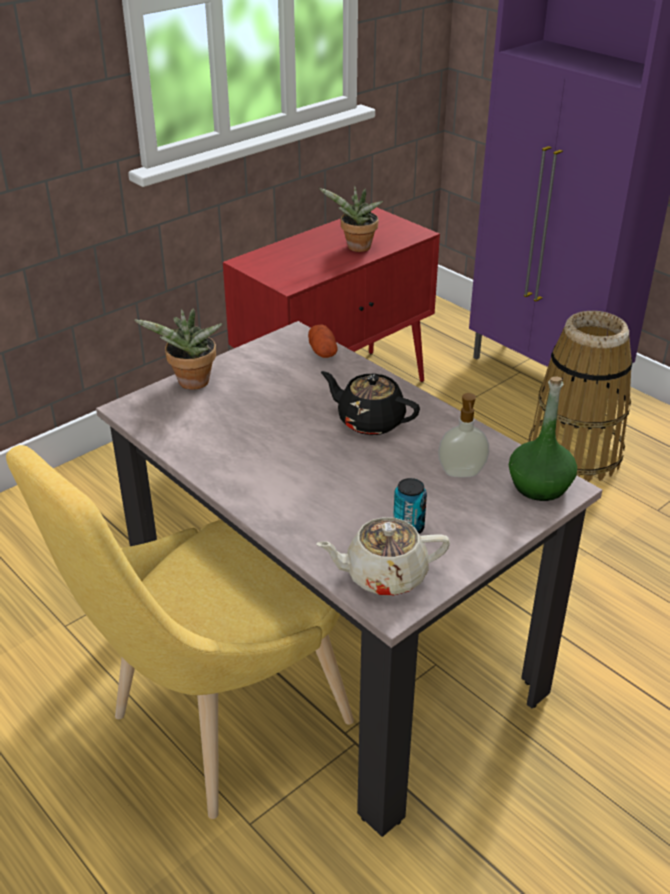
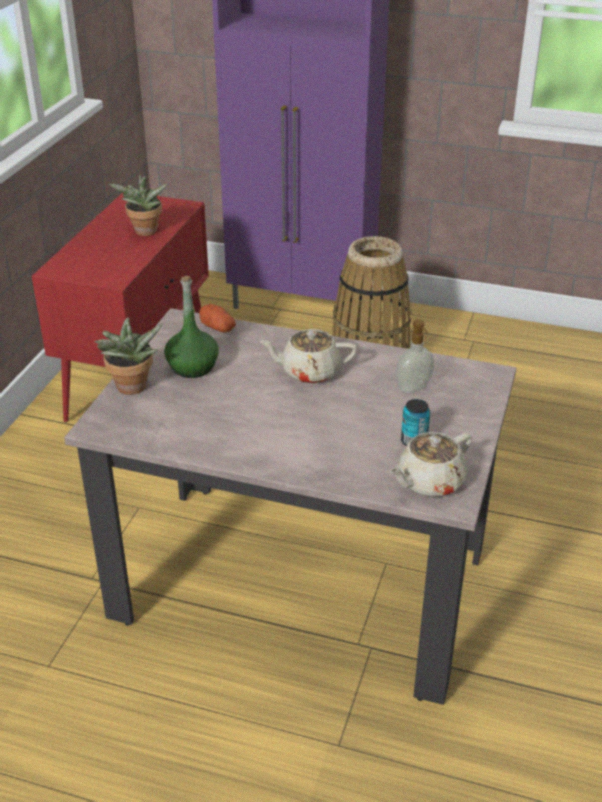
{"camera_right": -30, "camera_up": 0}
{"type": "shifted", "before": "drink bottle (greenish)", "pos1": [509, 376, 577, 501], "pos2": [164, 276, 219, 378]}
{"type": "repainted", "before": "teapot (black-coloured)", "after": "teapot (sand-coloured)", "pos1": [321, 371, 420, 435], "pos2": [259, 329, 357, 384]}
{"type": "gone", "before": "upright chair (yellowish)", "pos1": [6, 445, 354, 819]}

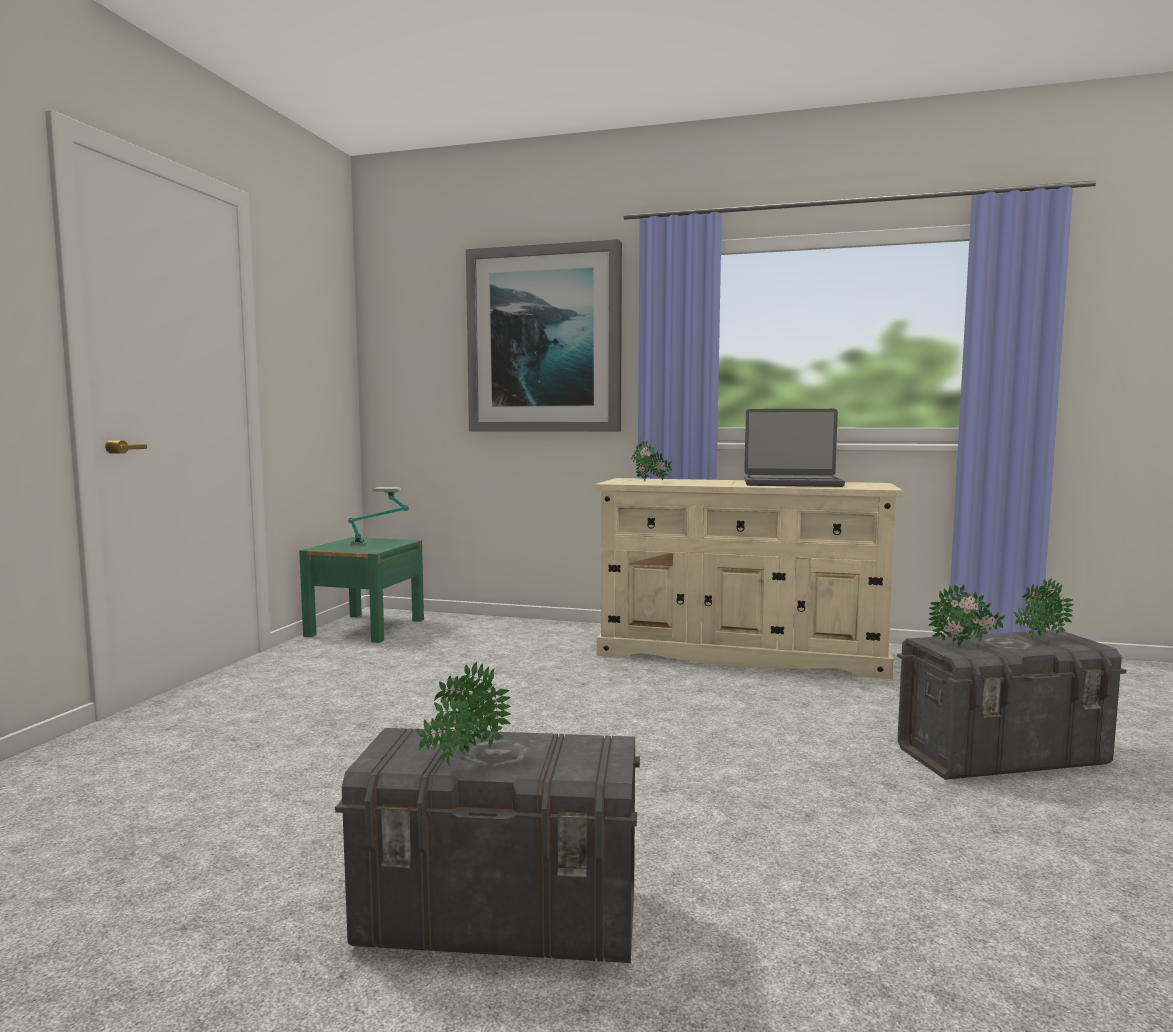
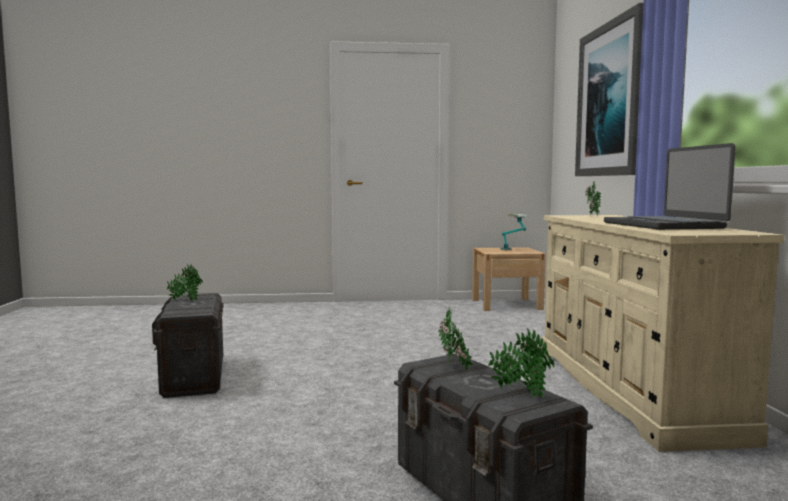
{"camera_right": 70, "camera_up": 0}
{"type": "repainted", "before": "night table (greenish)", "after": "night table (sand-coloured)", "pos1": [299, 537, 424, 643], "pos2": [472, 247, 546, 311]}

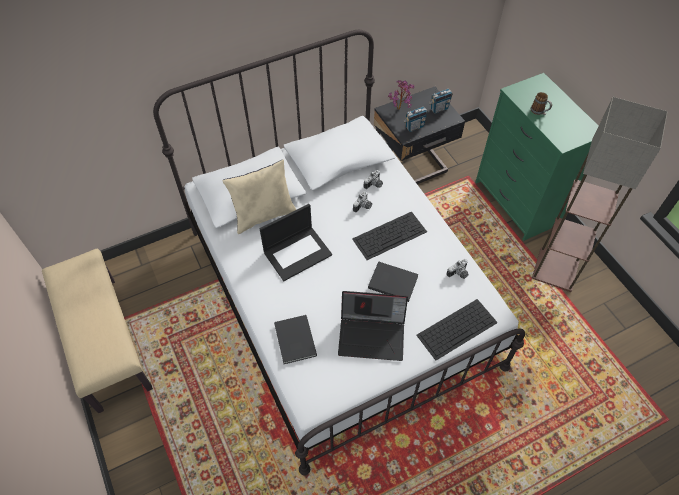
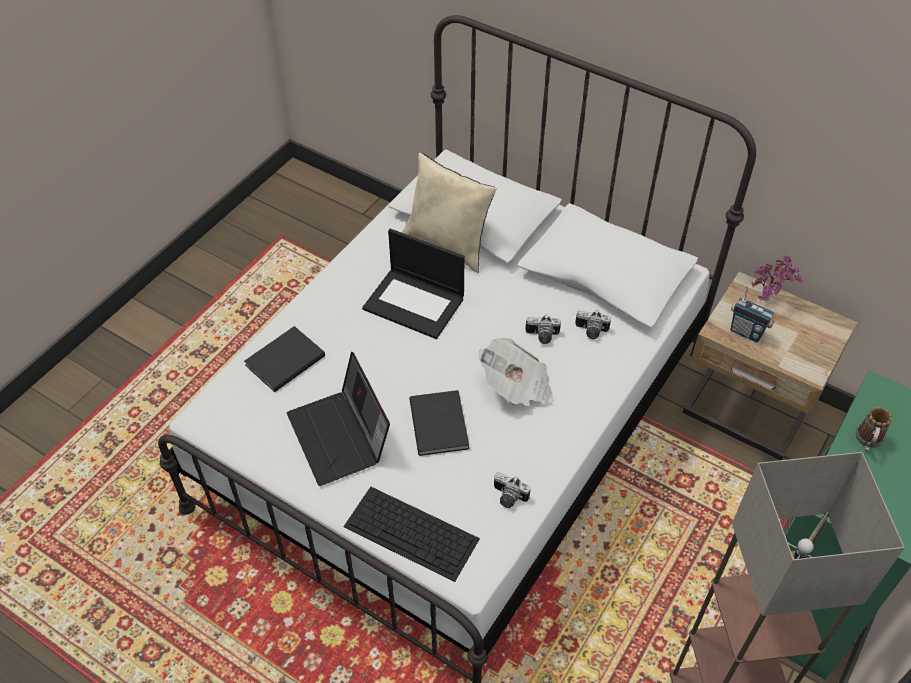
{"camera_right": 60, "camera_up": -5}
{"type": "swapped", "before": "keyboard", "after": "daily paper", "pos1": [352, 212, 427, 260], "pos2": [479, 338, 554, 407]}
{"type": "repainted", "before": "night table (black-coloured)", "after": "night table (sand-coloured)", "pos1": [374, 86, 465, 184], "pos2": [683, 272, 857, 460]}
{"type": "gone", "before": "indoor bench (sand-coloured)", "pos1": [42, 249, 153, 413]}
{"type": "gone", "before": "radio", "pos1": [429, 86, 453, 114]}

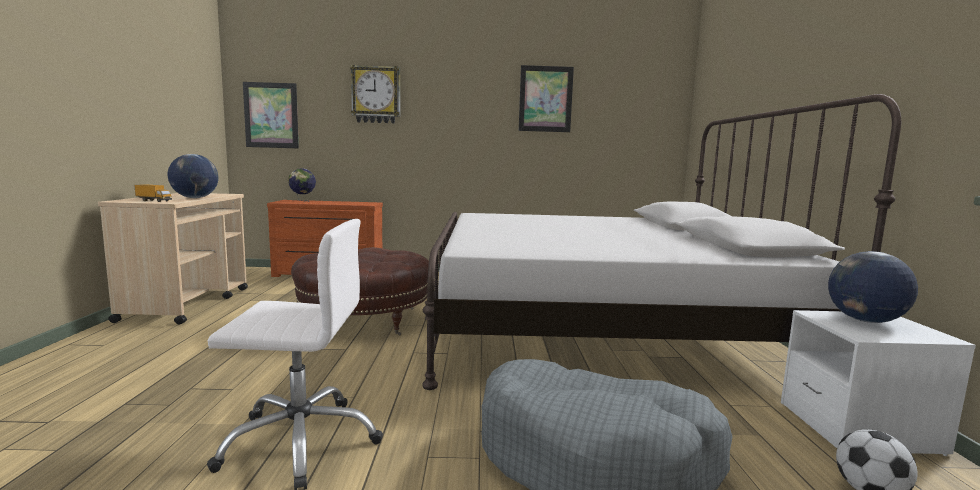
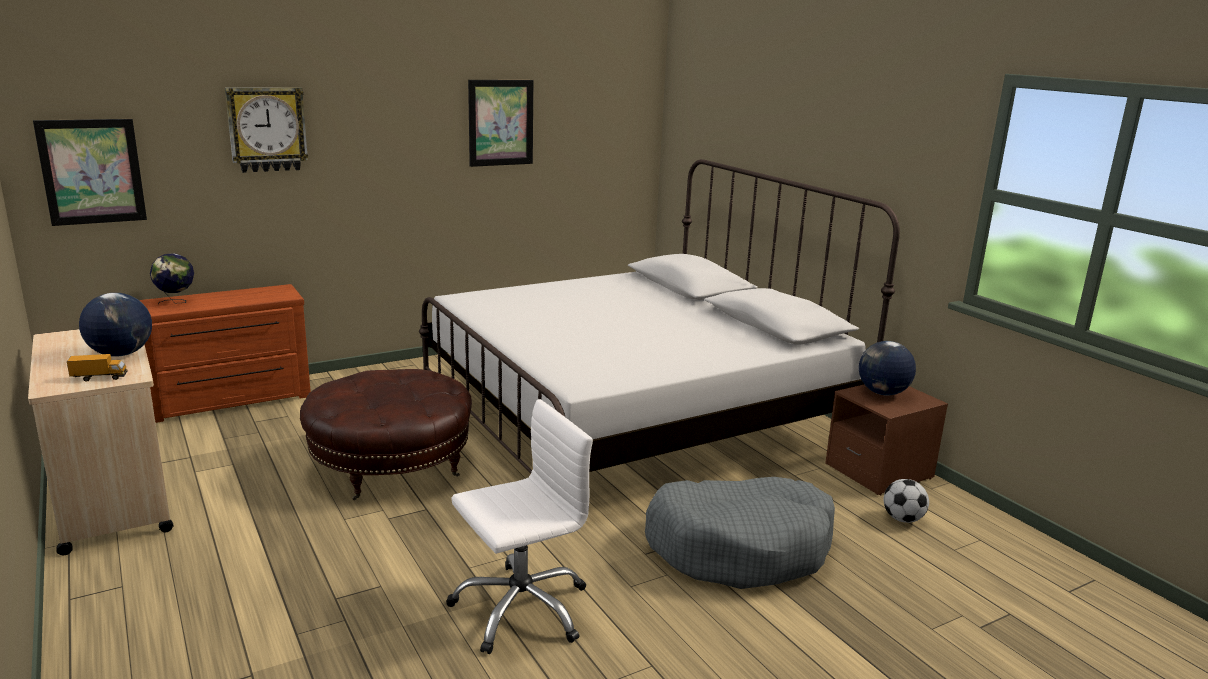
{"camera_right": -30, "camera_up": 10}
{"type": "repainted", "before": "night table (white-coloured)", "after": "night table (brown-coloured)", "pos1": [781, 310, 976, 456], "pos2": [825, 384, 948, 495]}

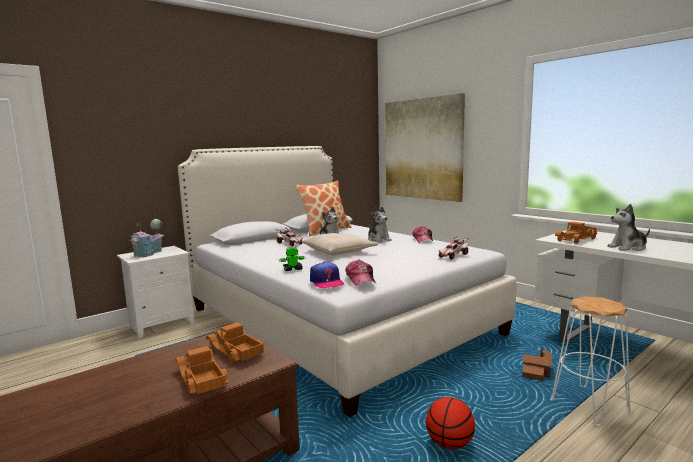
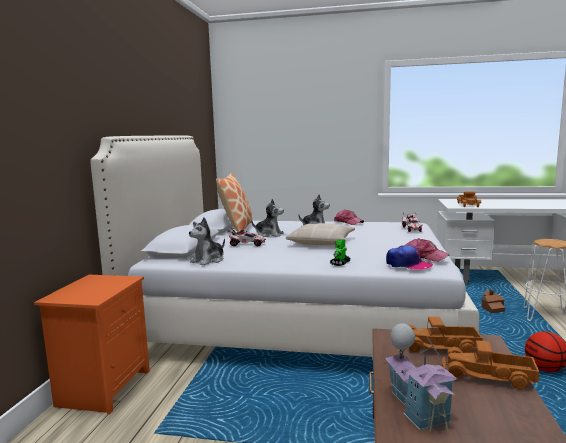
{"camera_right": -40, "camera_up": 0}
{"type": "repainted", "before": "night table (white-coloured)", "after": "night table (orange-coloured)", "pos1": [117, 246, 194, 338], "pos2": [34, 275, 150, 415]}
{"type": "shifted", "before": "plush toy", "pos1": [607, 204, 650, 251], "pos2": [189, 217, 225, 265]}
{"type": "shifted", "before": "model house", "pos1": [130, 219, 164, 258], "pos2": [385, 323, 458, 432]}
{"type": "gone", "before": "picture", "pos1": [385, 93, 465, 202]}

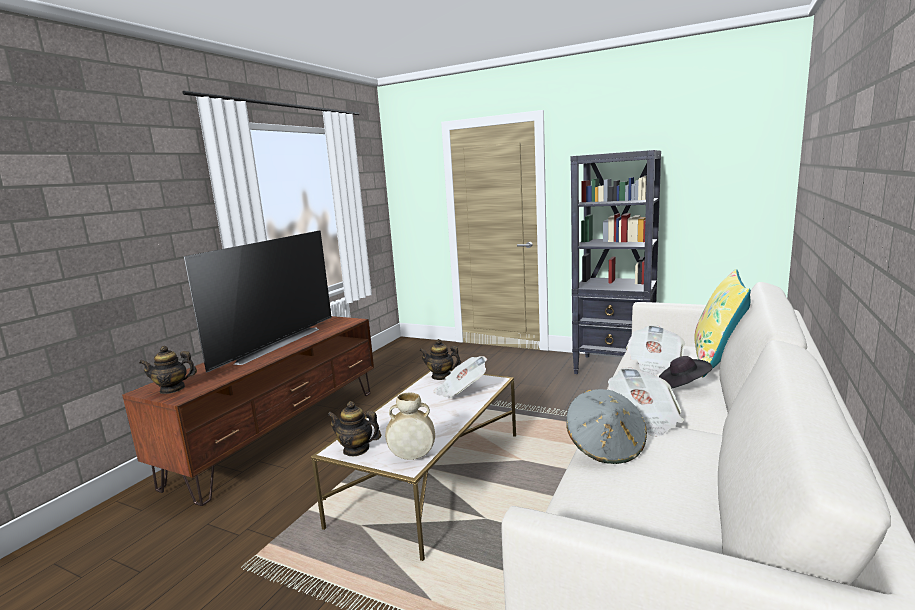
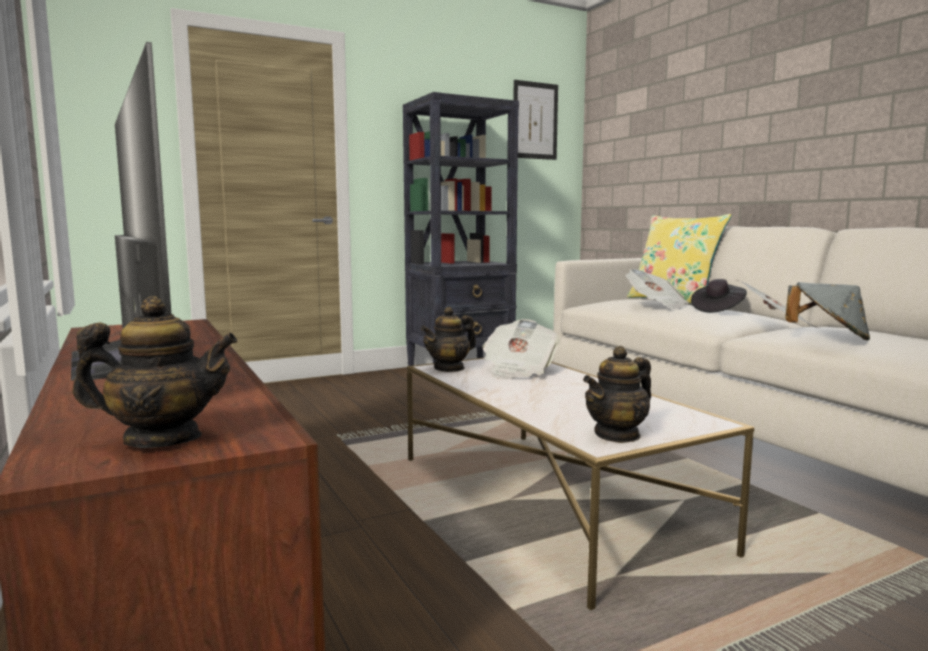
{"camera_right": -55, "camera_up": -5}
{"type": "rotated", "before": "teapot", "pos1": [139, 346, 197, 394], "pos2": [72, 296, 238, 448], "turn": -120}
{"type": "new", "after": "picture", "pos2": [513, 80, 558, 160]}
{"type": "gone", "before": "vase (sand-coloured)", "pos1": [385, 393, 435, 460]}

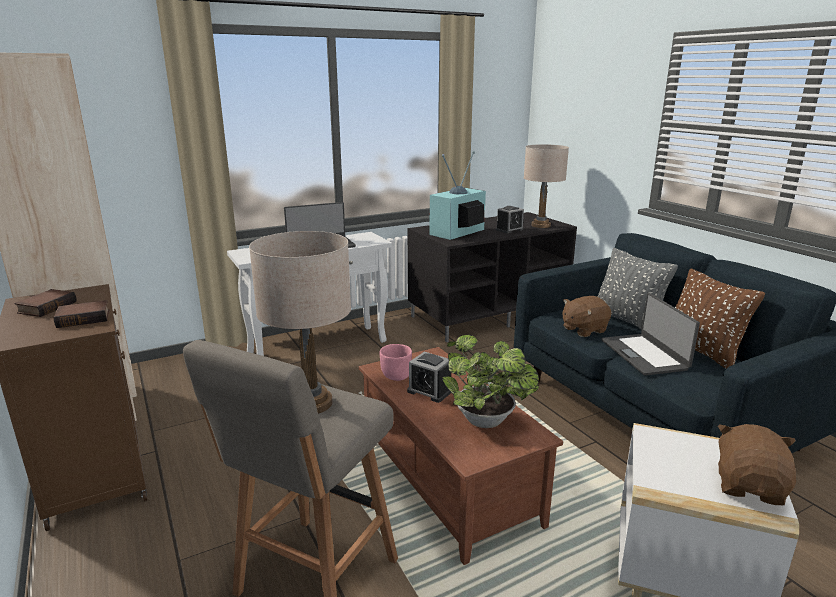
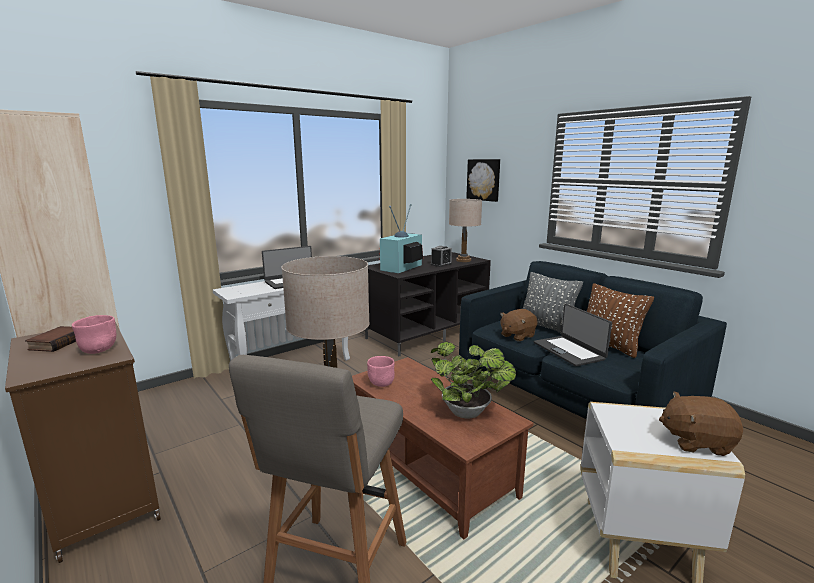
{"camera_right": -10, "camera_up": -5}
{"type": "swapped", "before": "volume", "after": "deep dish (pinkish)", "pos1": [54, 300, 109, 328], "pos2": [72, 315, 116, 354]}
{"type": "new", "after": "picture", "pos2": [466, 159, 500, 202]}
{"type": "rotated", "before": "plush toy (brown-coloured)", "pos1": [718, 424, 796, 505], "pos2": [659, 391, 743, 456], "turn": -90}
{"type": "gone", "before": "table clock", "pos1": [407, 352, 451, 403]}

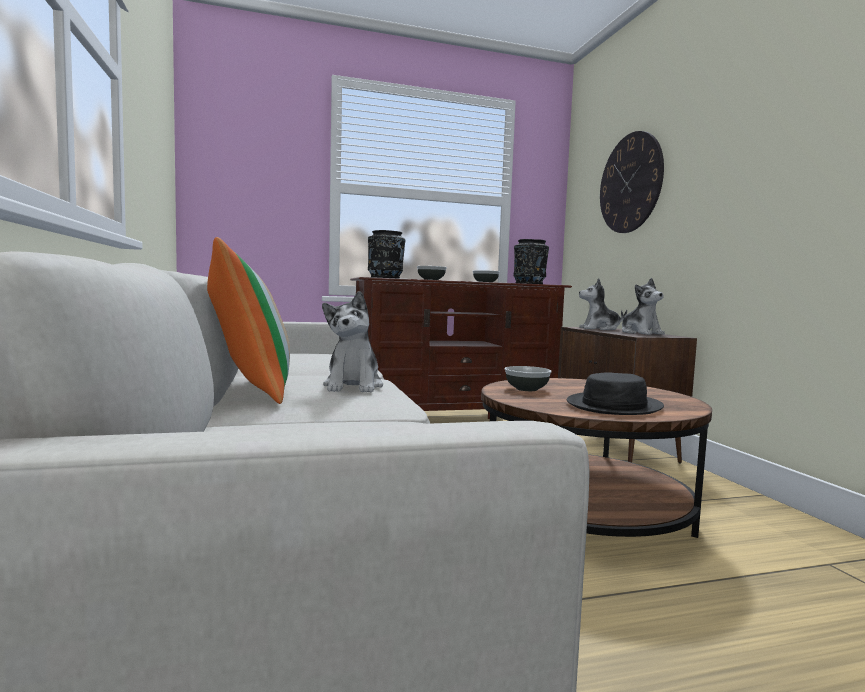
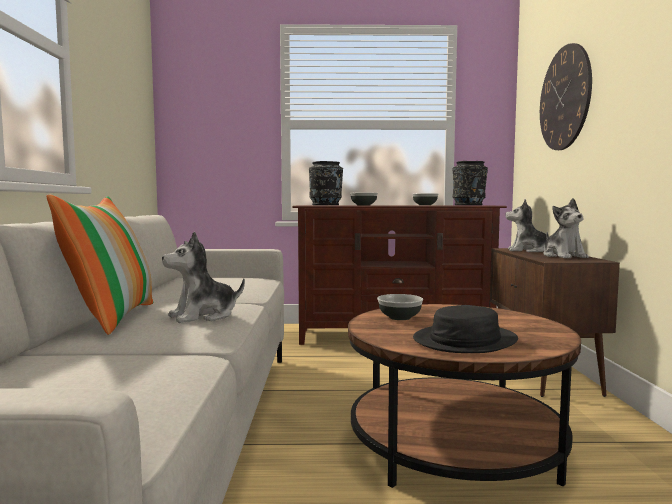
{"camera_right": 15, "camera_up": 0}
{"type": "rotated", "before": "plush toy", "pos1": [322, 291, 383, 392], "pos2": [162, 231, 245, 323], "turn": 45}

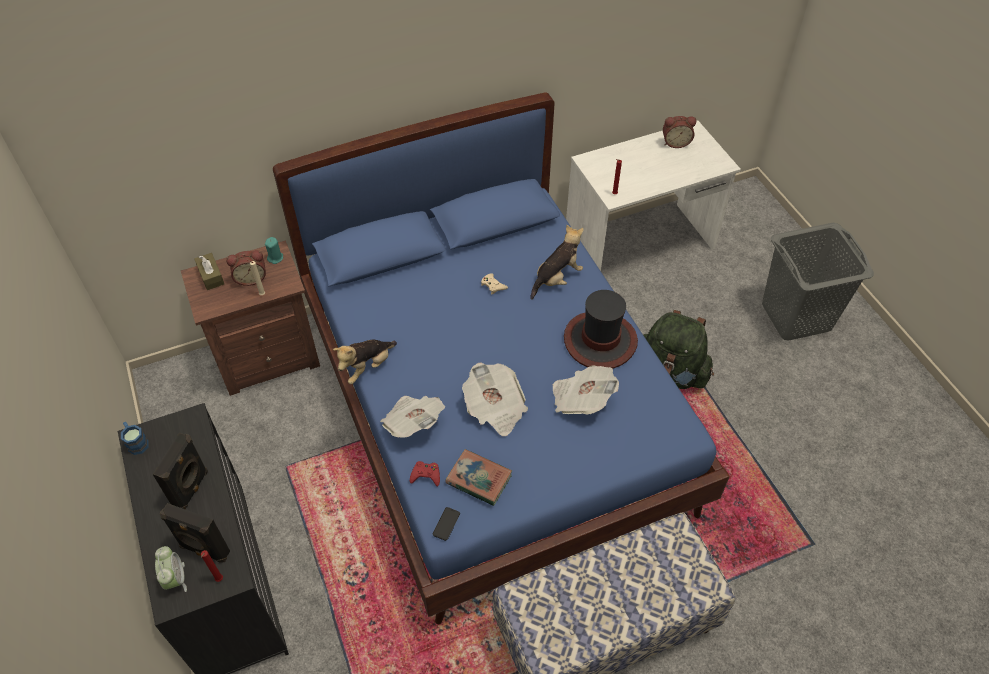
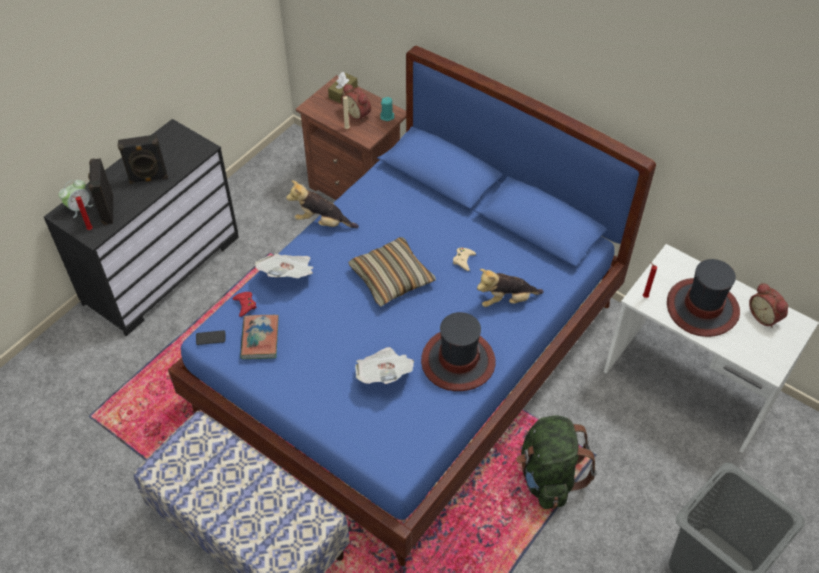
{"camera_right": 60, "camera_up": 0}
{"type": "new", "after": "pillow", "pos2": [348, 237, 436, 307]}
{"type": "rotated", "before": "plush toy", "pos1": [530, 225, 584, 300], "pos2": [477, 269, 544, 307], "turn": 150}
{"type": "new", "after": "clothing hat", "pos2": [667, 259, 740, 337]}
{"type": "gone", "before": "tea mug (blue-coloured)", "pos1": [121, 422, 149, 455]}
{"type": "gone", "before": "daily paper", "pos1": [462, 362, 528, 436]}

